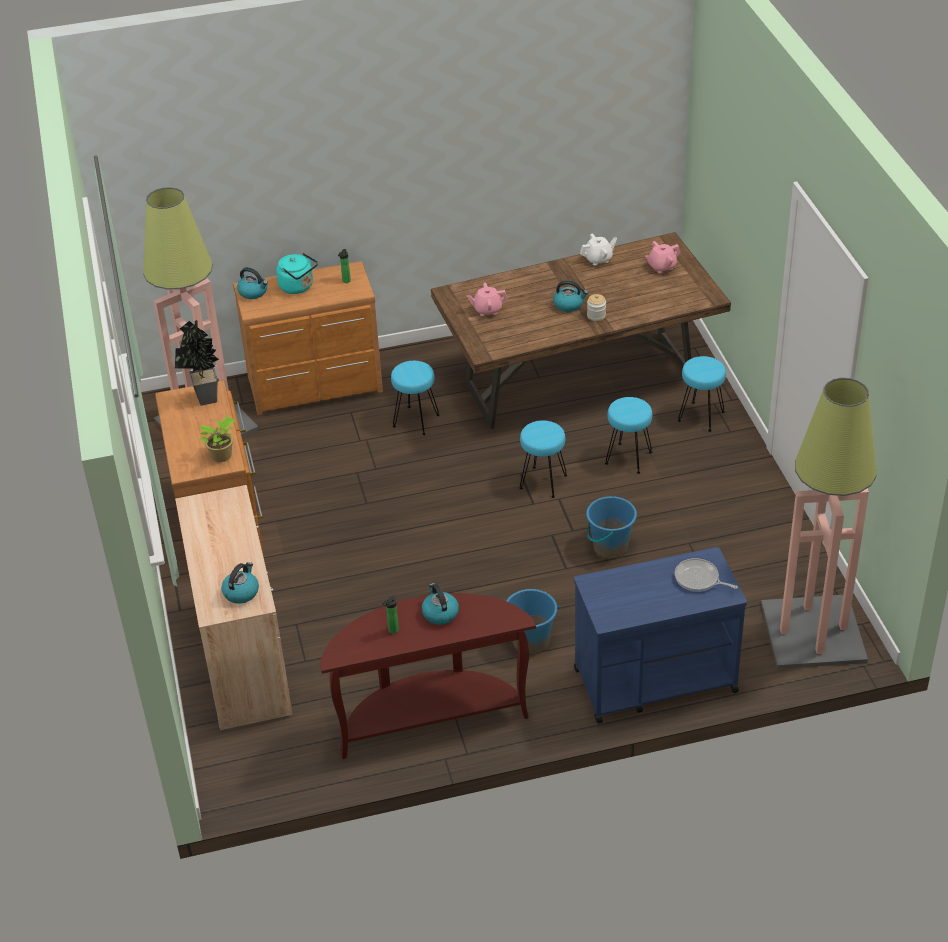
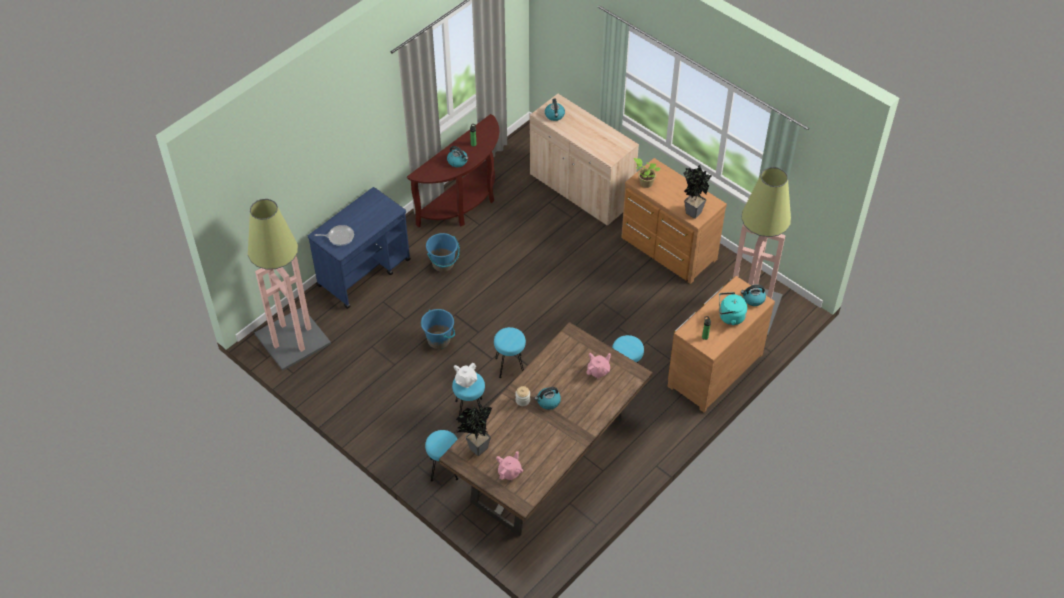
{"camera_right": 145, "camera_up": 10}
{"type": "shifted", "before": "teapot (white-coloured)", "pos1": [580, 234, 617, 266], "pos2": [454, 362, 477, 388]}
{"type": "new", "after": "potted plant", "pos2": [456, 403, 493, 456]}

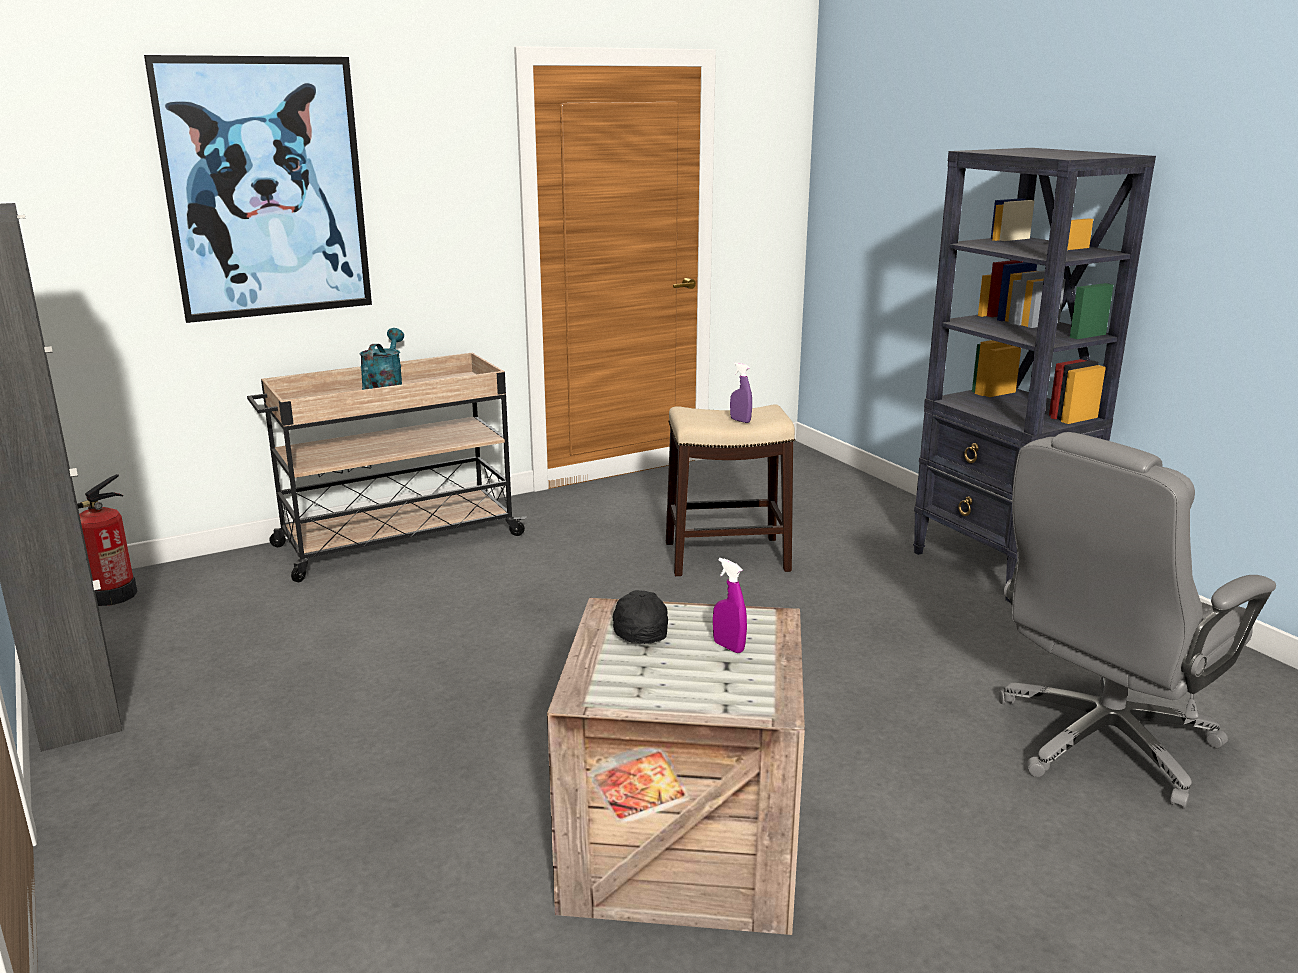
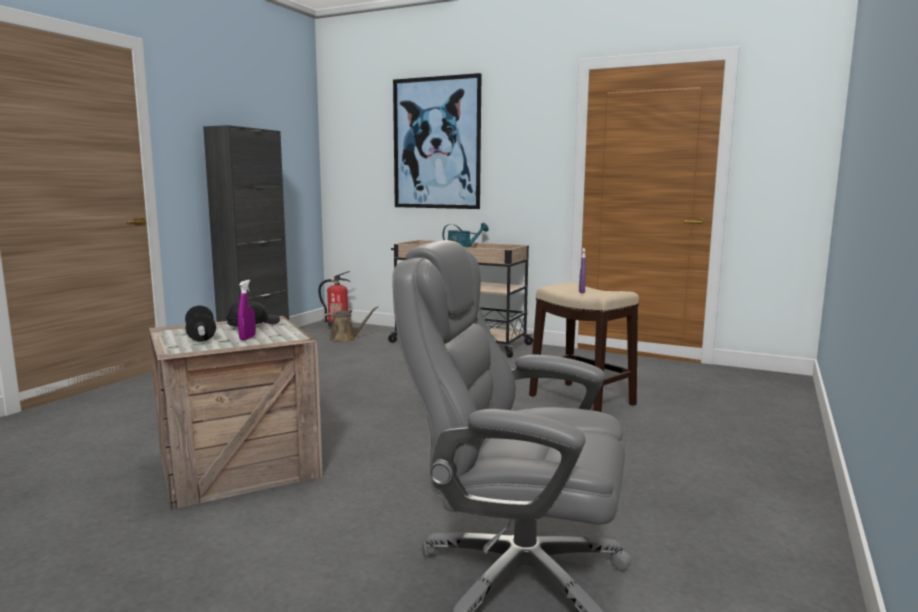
{"camera_right": 55, "camera_up": -10}
{"type": "new", "after": "hand weight", "pos2": [185, 305, 216, 342]}
{"type": "new", "after": "sprinkling can (brown-coloured)", "pos2": [323, 306, 378, 342]}
{"type": "gone", "before": "bookcase (black-coloured)", "pos1": [913, 148, 1156, 602]}

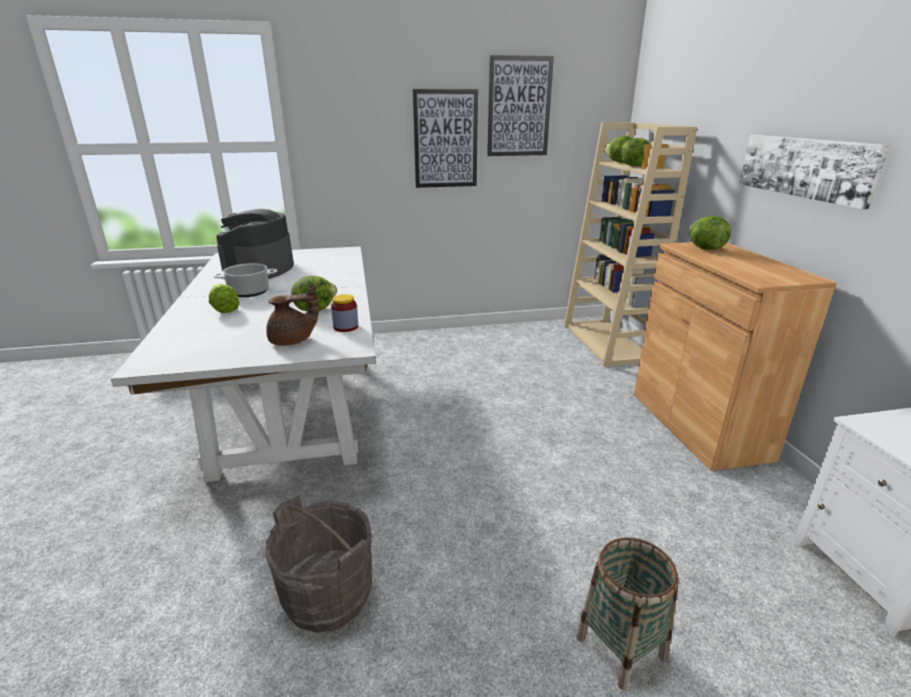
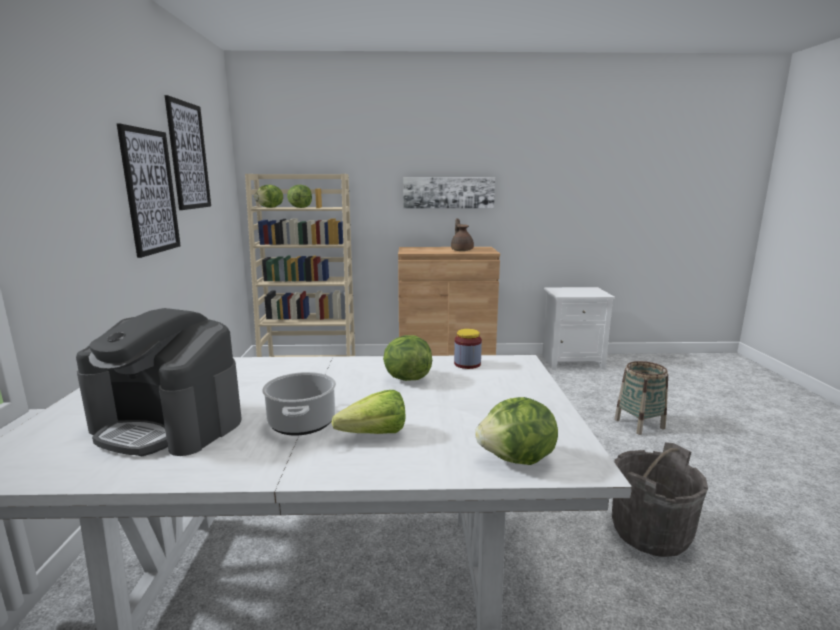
{"camera_right": -80, "camera_up": -10}
{"type": "shifted", "before": "teapot (brown-coloured)", "pos1": [266, 284, 319, 346], "pos2": [451, 218, 474, 251]}
{"type": "shifted", "before": "head of lettuce", "pos1": [689, 216, 731, 250], "pos2": [475, 397, 558, 465]}

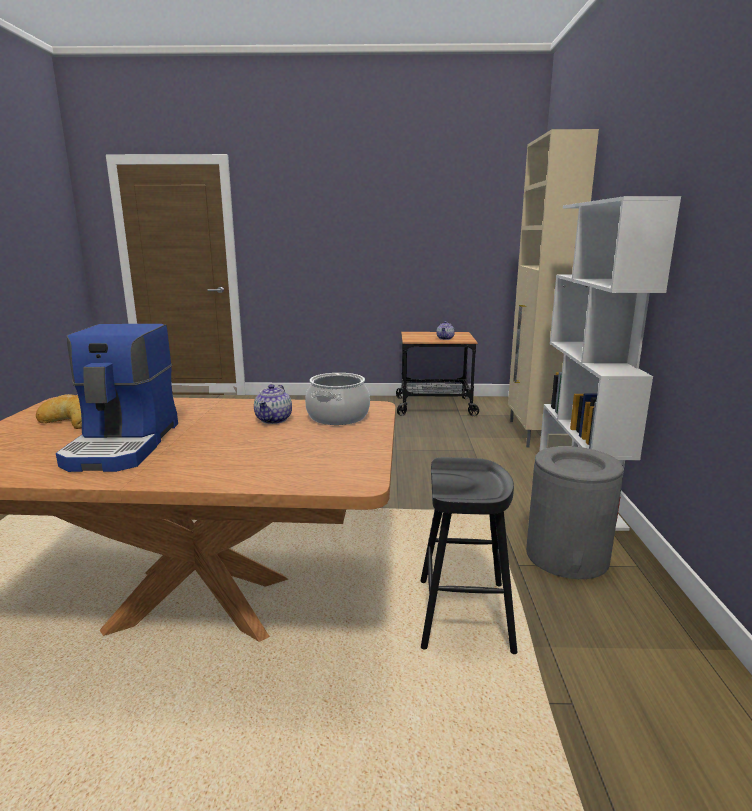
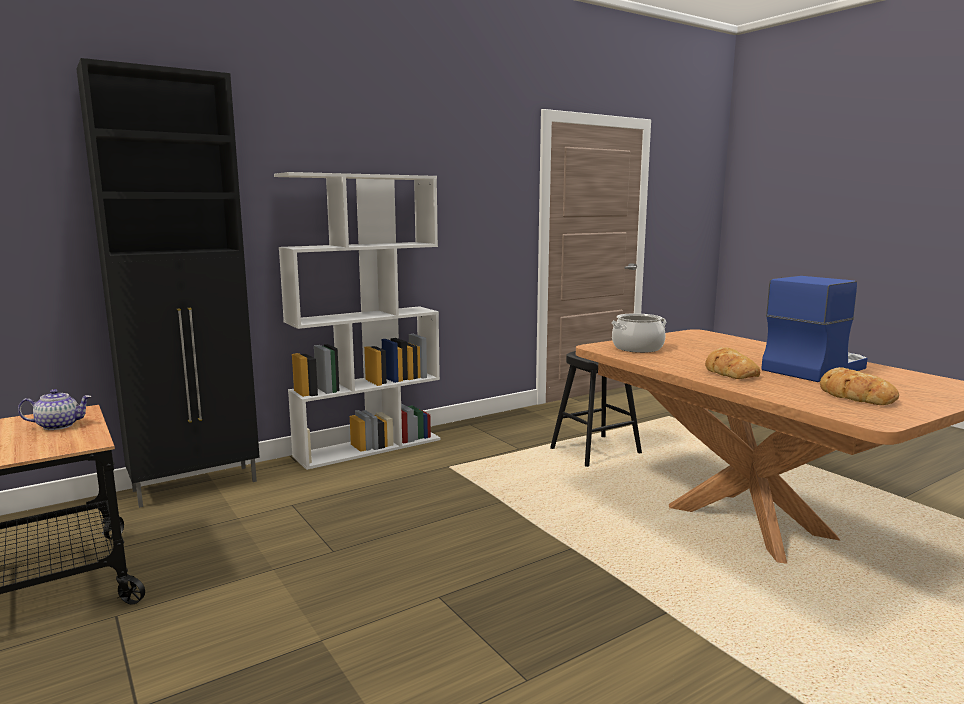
{"camera_right": -125, "camera_up": -5}
{"type": "repainted", "before": "cabinet (sand-coloured)", "after": "cabinet (black-coloured)", "pos1": [508, 129, 599, 447], "pos2": [77, 58, 260, 508]}
{"type": "new", "after": "bakery bread", "pos2": [705, 347, 760, 379]}
{"type": "gone", "before": "teapot", "pos1": [254, 384, 292, 424]}
{"type": "gone", "before": "waste bin (greyish)", "pos1": [526, 446, 624, 579]}

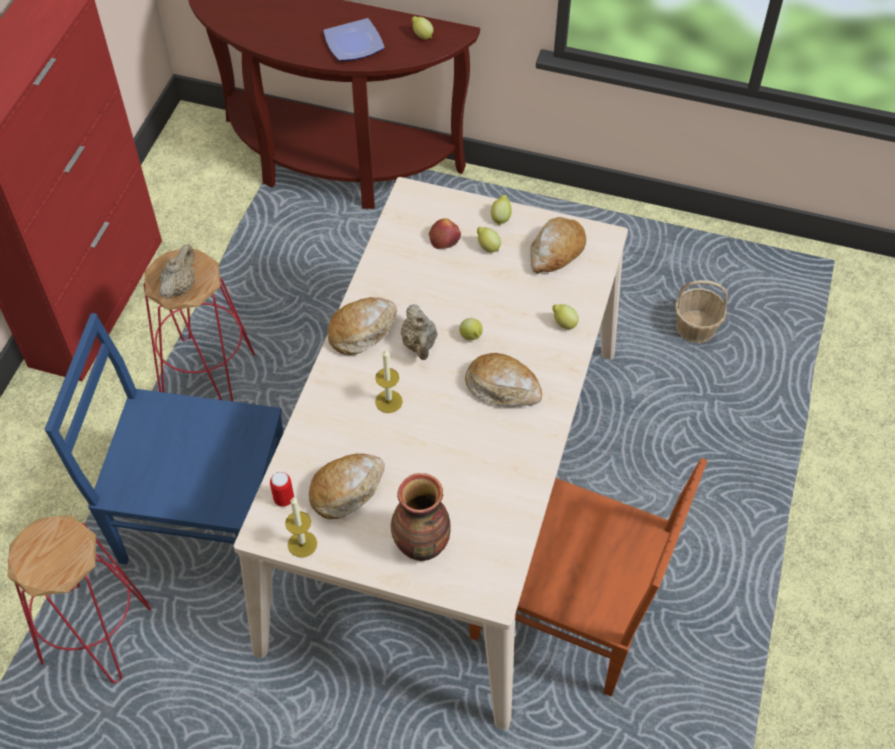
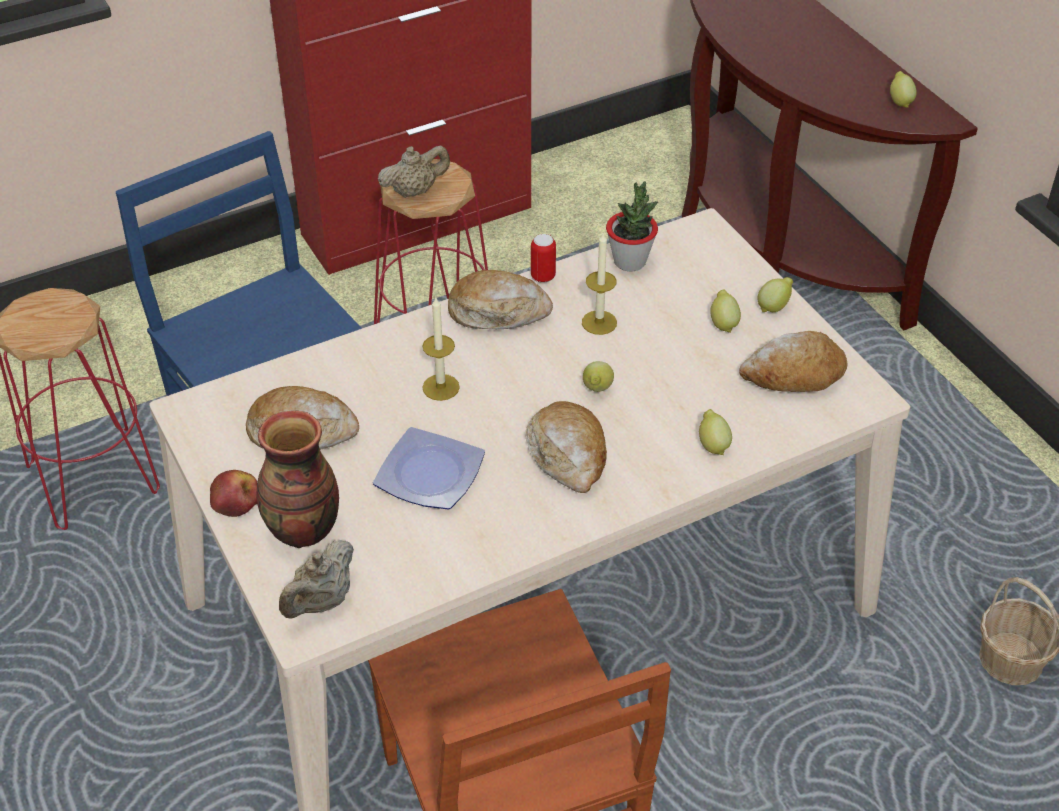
{"camera_right": 45, "camera_up": -10}
{"type": "shifted", "before": "apple", "pos1": [429, 219, 461, 249], "pos2": [210, 470, 257, 517]}
{"type": "shifted", "before": "teapot (sand-coloured)", "pos1": [401, 304, 437, 360], "pos2": [279, 540, 354, 619]}
{"type": "shifted", "before": "plate", "pos1": [323, 18, 385, 61], "pos2": [373, 427, 485, 510]}
{"type": "shifted", "before": "sealed can", "pos1": [270, 472, 294, 507], "pos2": [531, 234, 556, 283]}
{"type": "shifted", "before": "candle", "pos1": [285, 497, 317, 558], "pos2": [582, 233, 617, 335]}
{"type": "new", "after": "potted plant", "pos2": [606, 181, 658, 272]}

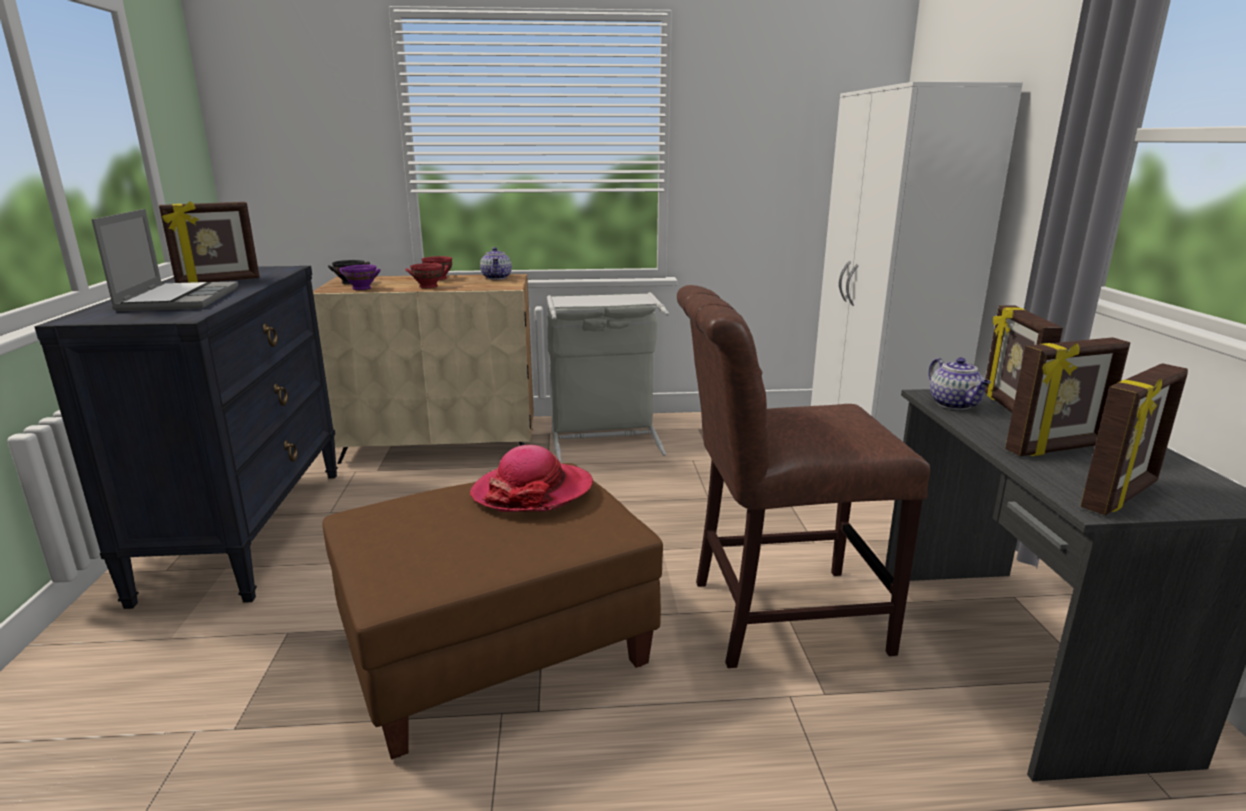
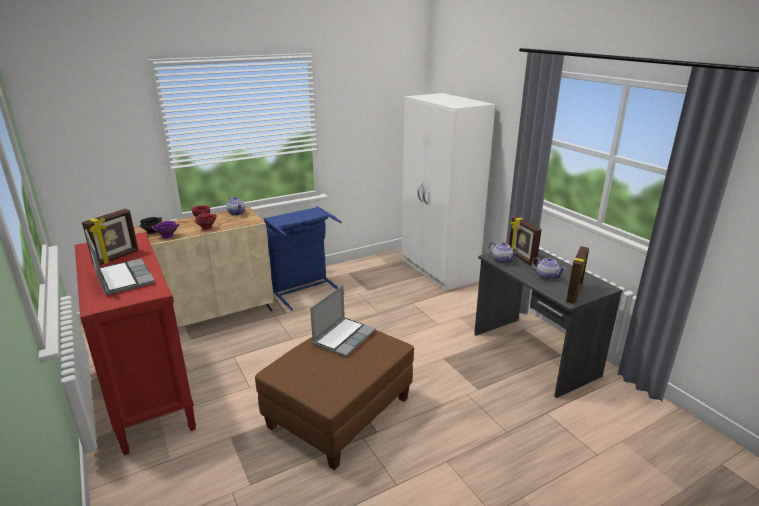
{"camera_right": -25, "camera_up": 5}
{"type": "repainted", "before": "drawer chest (black-coloured)", "after": "drawer chest (reddish)", "pos1": [35, 266, 338, 609], "pos2": [75, 232, 196, 455]}
{"type": "repainted", "before": "hamper (greyish)", "after": "hamper (blue-coloured)", "pos1": [547, 292, 669, 462], "pos2": [264, 206, 342, 310]}
{"type": "swapped", "before": "clothing hat", "after": "portable computer", "pos1": [470, 445, 593, 512], "pos2": [310, 285, 376, 357]}
{"type": "swapped", "before": "standing frame", "after": "teapot", "pos1": [1005, 337, 1130, 456], "pos2": [532, 257, 566, 280]}
{"type": "gone", "before": "upright chair (brown-coloured)", "pos1": [677, 285, 930, 668]}

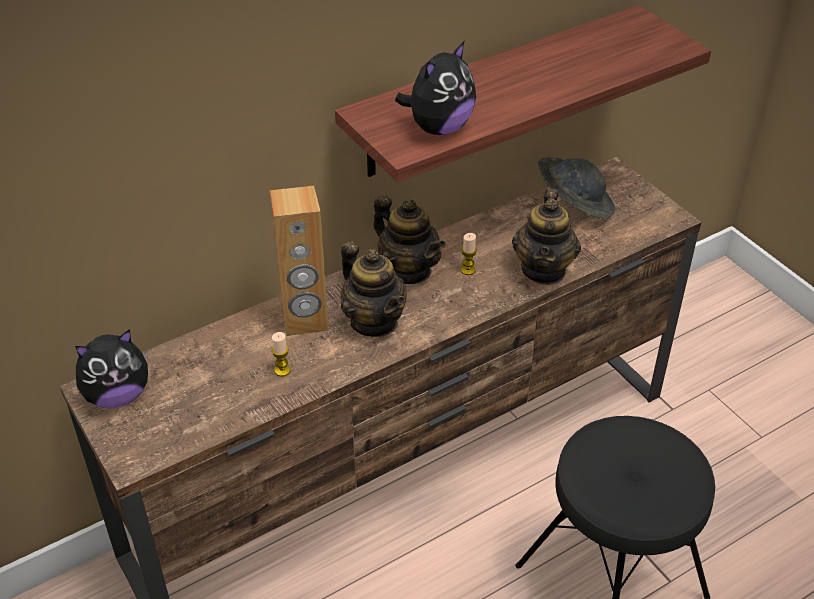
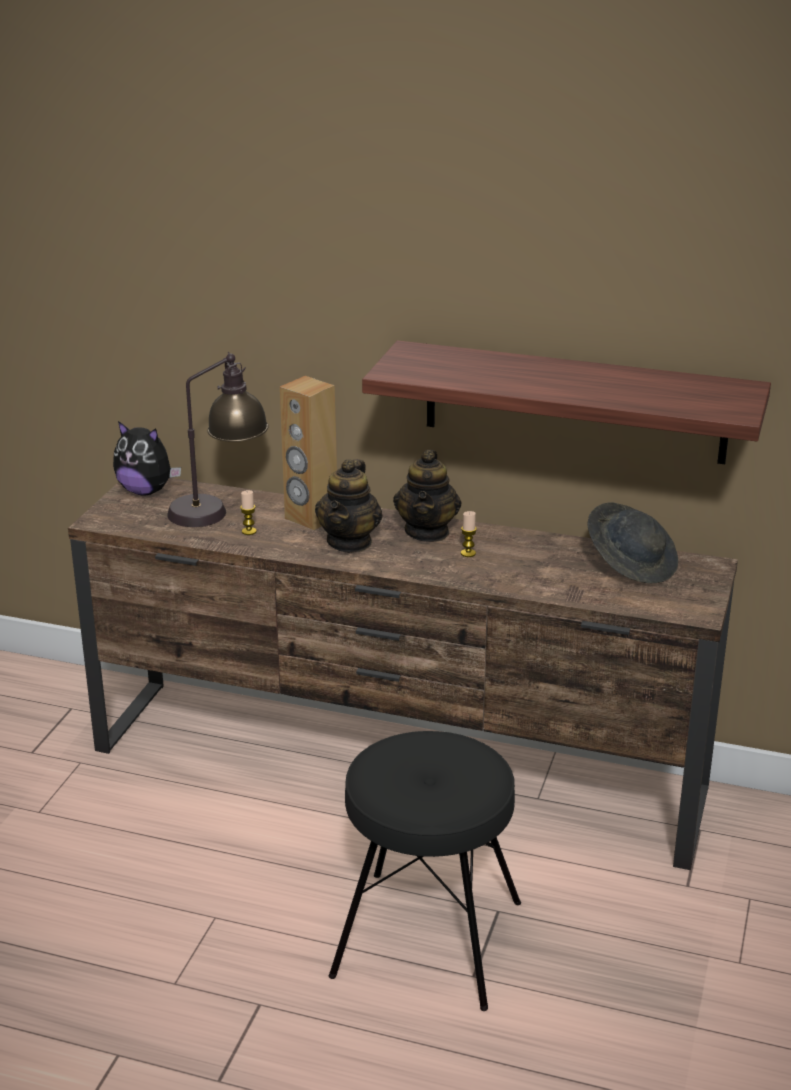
{"camera_right": 50, "camera_up": -15}
{"type": "new", "after": "tabletop lamp", "pos2": [167, 352, 268, 527]}
{"type": "gone", "before": "plush toy", "pos1": [395, 42, 476, 135]}
{"type": "gone", "before": "teapot", "pos1": [512, 189, 581, 285]}

